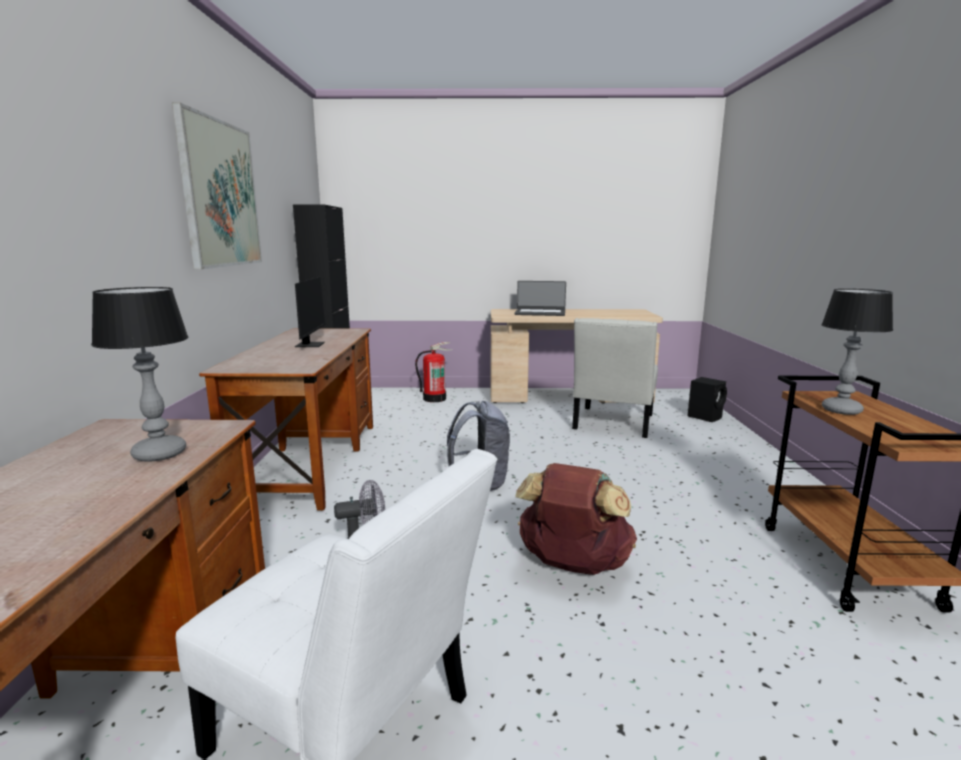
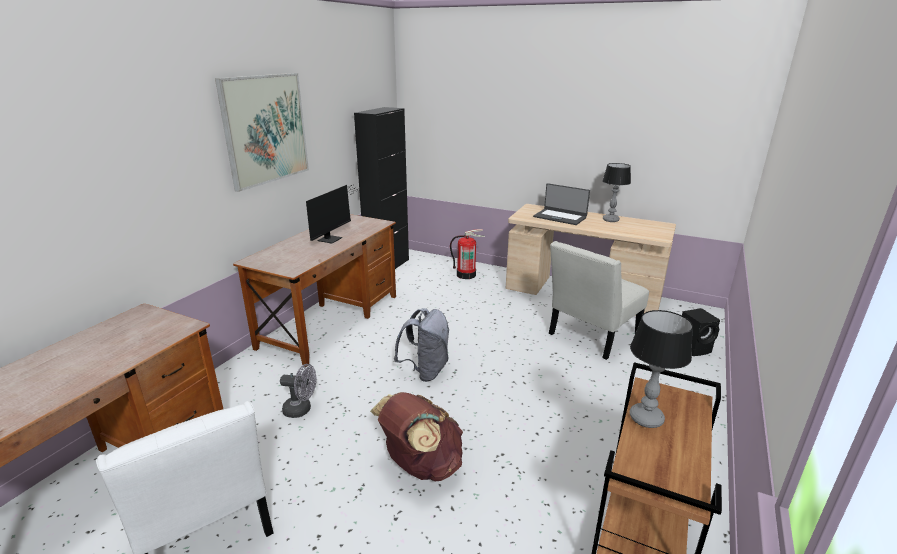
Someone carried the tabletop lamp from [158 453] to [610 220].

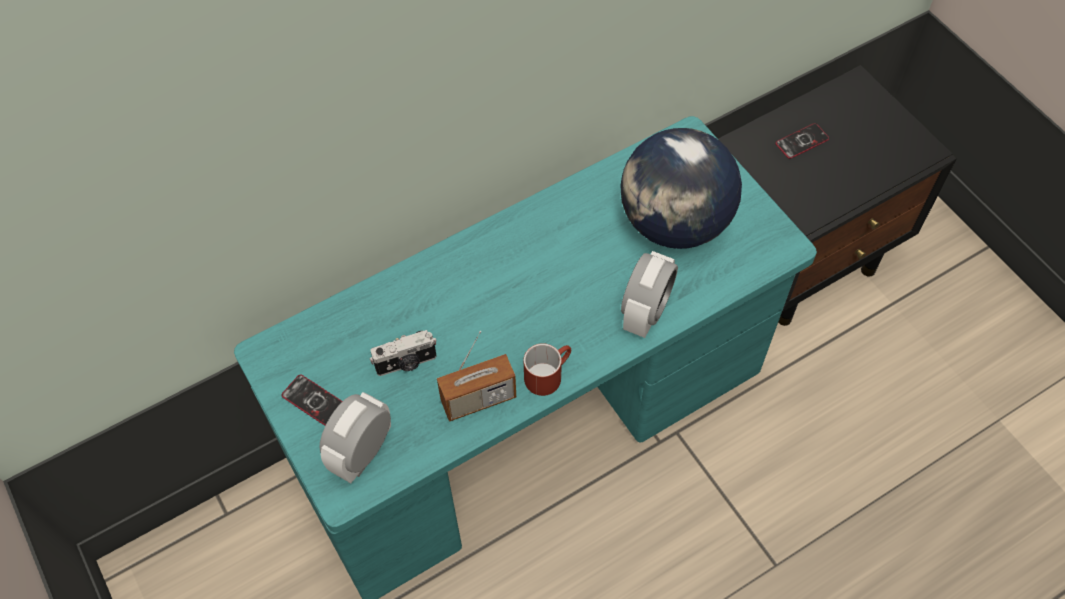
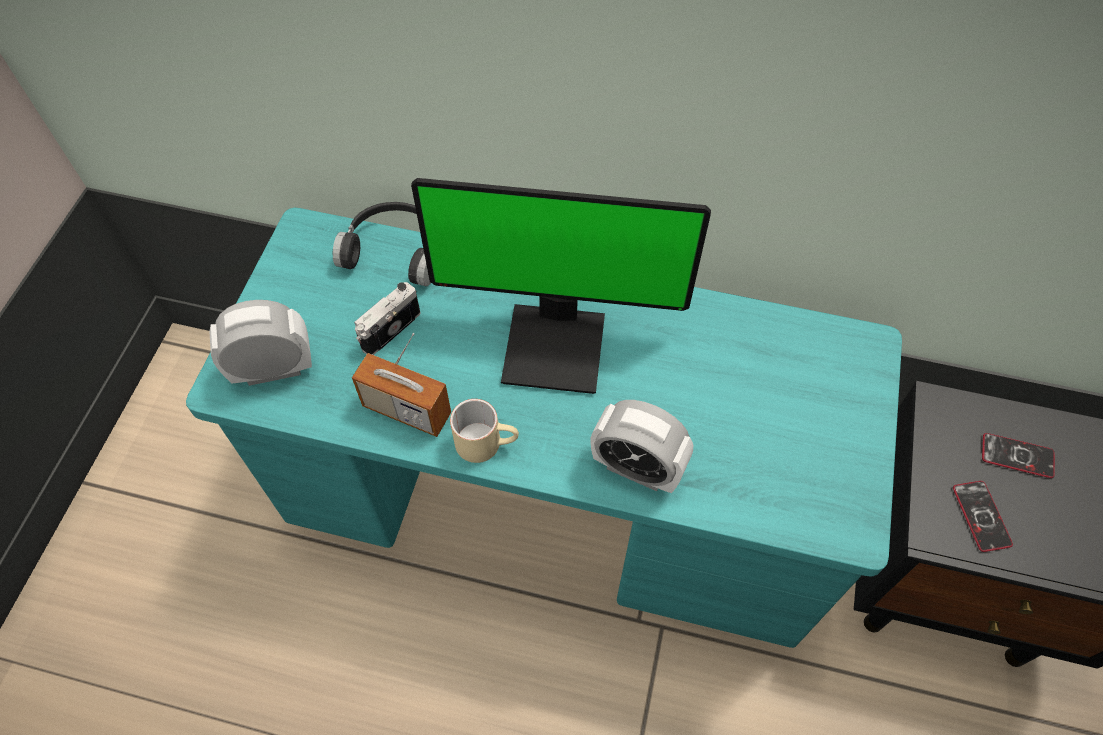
Someone took away the globe at [673 223].
Someone rotated the bedside clock at [645 312] by 45 degrees clockwise.
Someone rotated the photo camera at [406 363] by 105 degrees clockwise.
Someone repainted the coffee mug (red-coloured) at [547 374], which became the coffee mug (sand-coloured) at [487 442].
Someone carried the telephone from [314 401] to [981 516].
Someone put down the computer display at [556 344].
Someone put down the headphones (black) at [396 250].

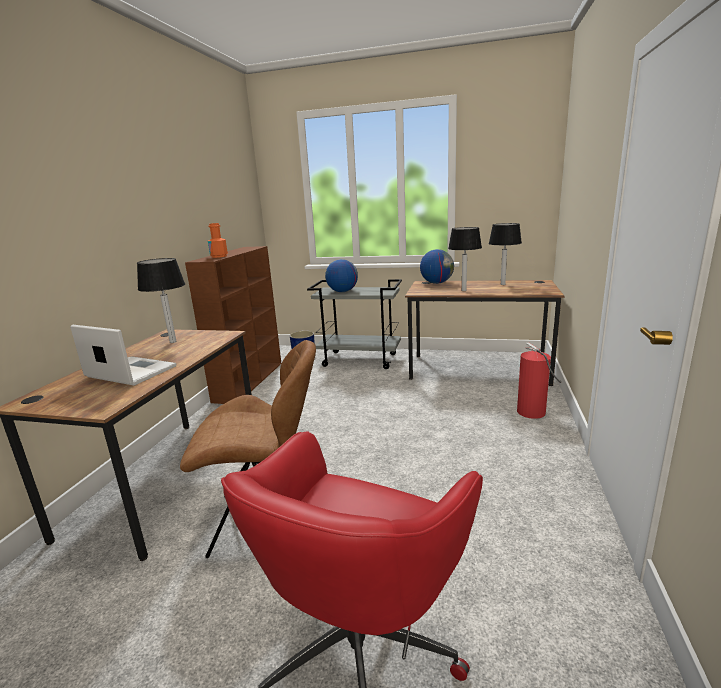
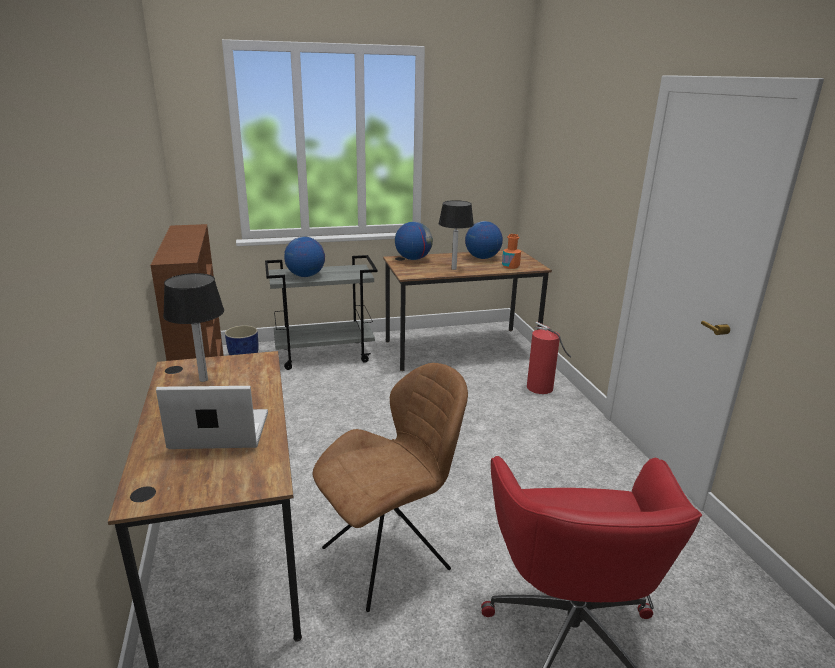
Someone carried the drink bottle (orange) from [219 256] to [510 266].
Someone swapped the tabletop lamp at [502 284] for the globe at [482 258].

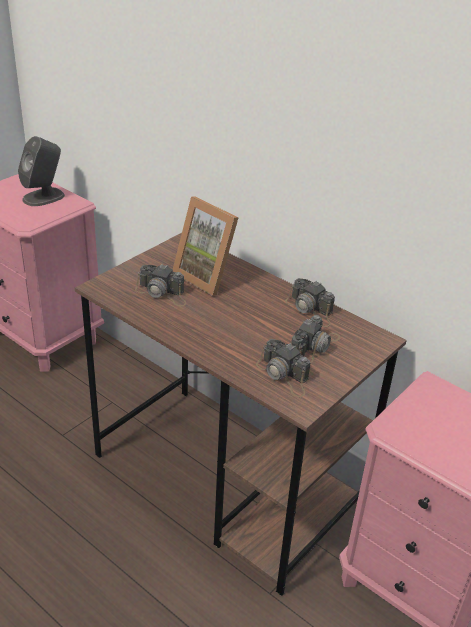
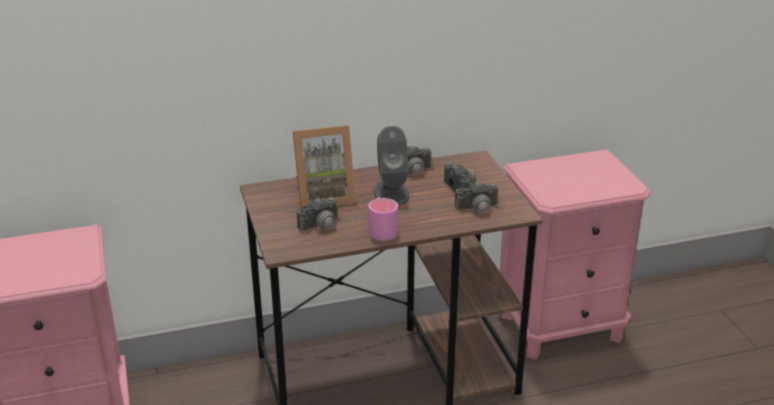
Someone carried the loudspeaker (greyish) from [44 197] to [391 193].
Someone put down the coffee mug (pinkish) at [381 228].

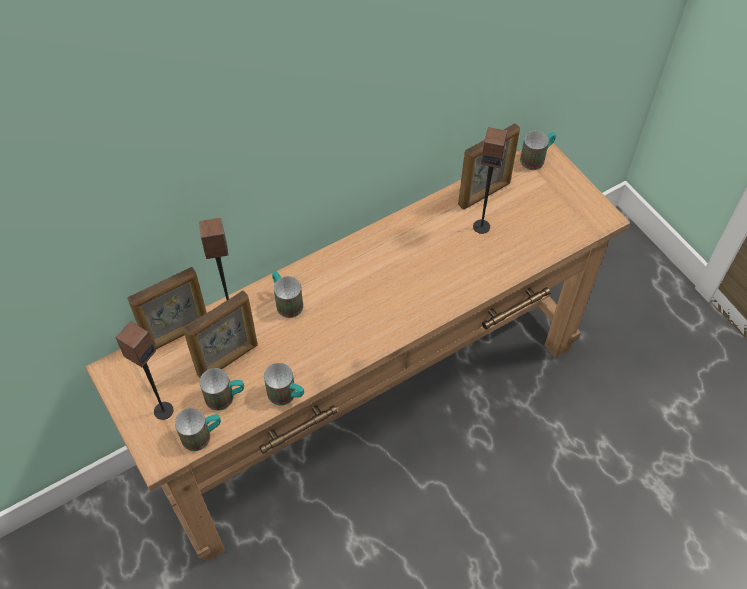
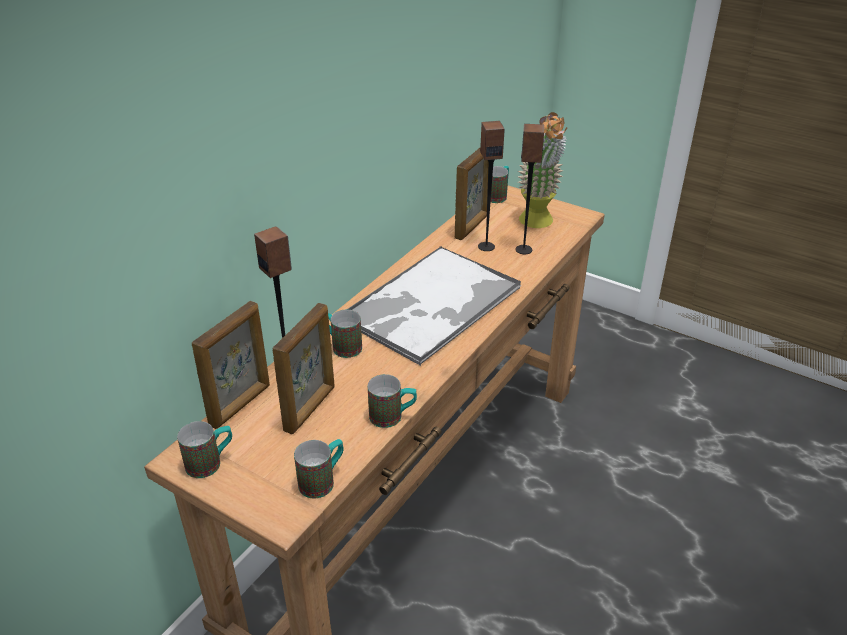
Someone carried the loudspeaker from [163 410] to [523 249].
Someone carried the coffee mug from [226 398] to [211 463].
Someone put down the plant in a pot at [538 224].
Someone put down the tray at [430 305].

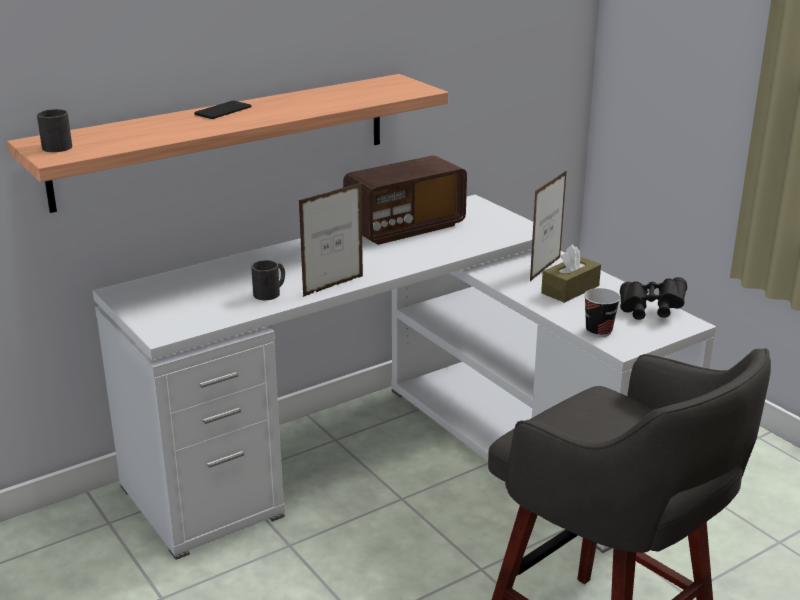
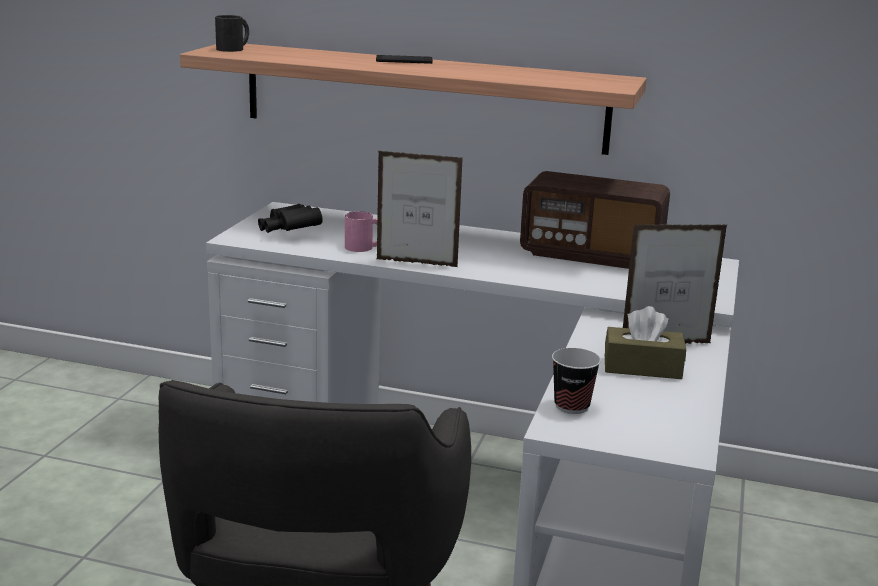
Someone repainted the coffee mug (black) at [271 292], which became the coffee mug (pinkish) at [364 247].
Someone carried the field glasses (black) from [650 311] to [289 232].

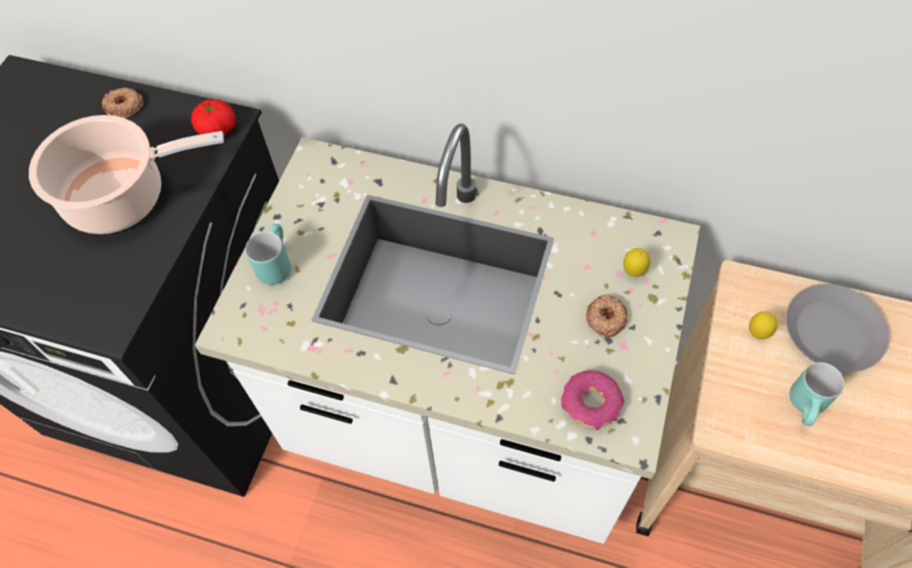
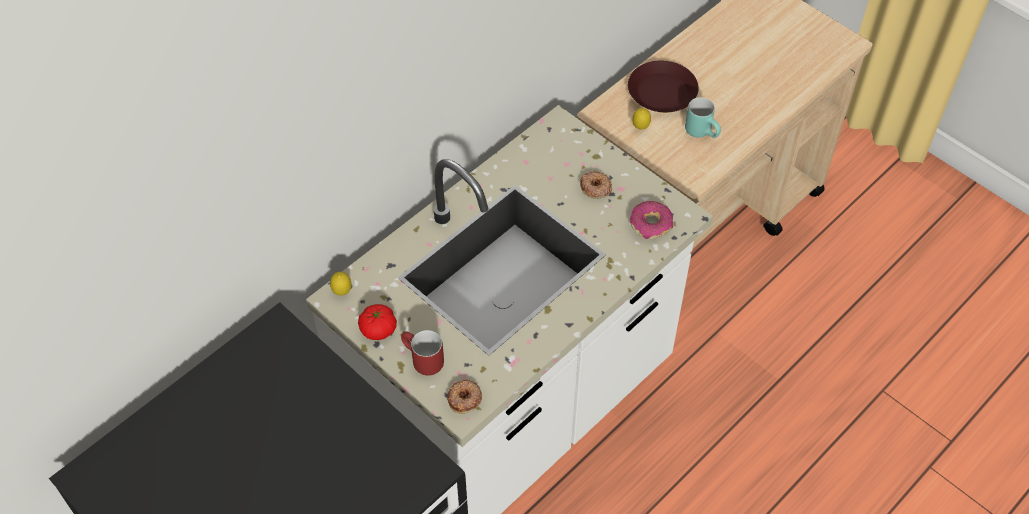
Someone carried the donut from [124 106] to [465 398].
Someone carried the whole tomato from [217 129] to [378 329].
Someone took away the saucepot at [123 197].
Someone repainted the coffee mug (turquoise-coloured) at [274 263], which became the coffee mug (red-coloured) at [421 361].
Someone carried the whole lemon from [633 272] to [342 292].
Someone repainted the dinner plate (greyish) at [830 332], which became the dinner plate (brown) at [661 93].

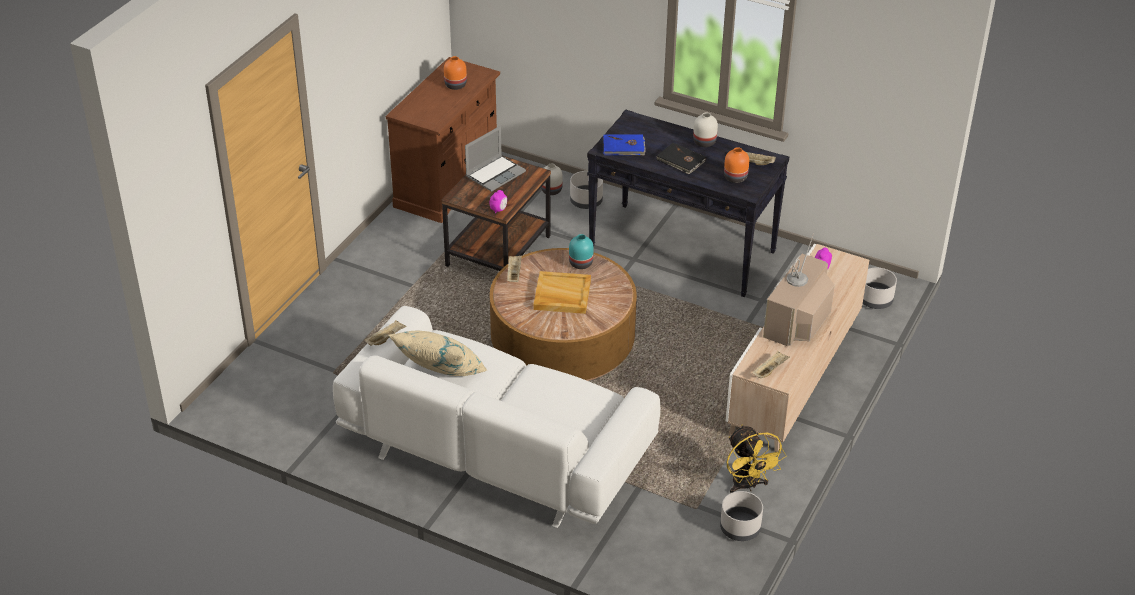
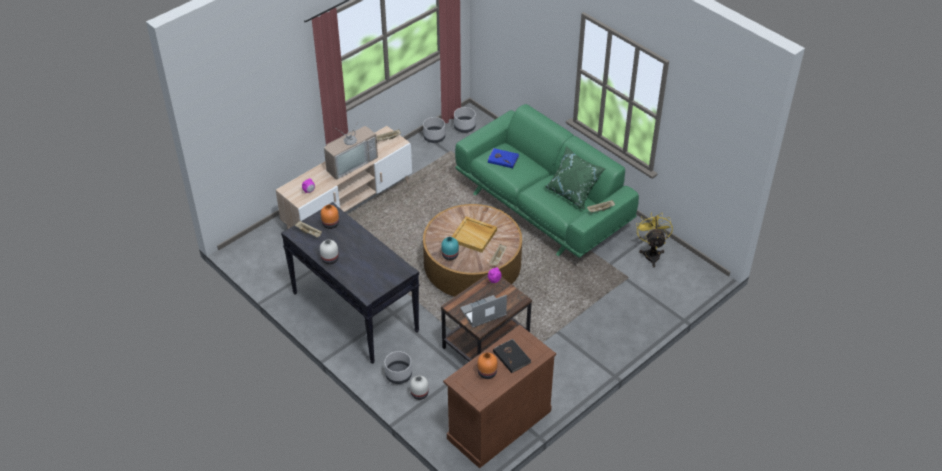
Someone carried the book (blue) from [624 147] to [503 159].
Someone carried the book (black) from [681 161] to [512 356].
Someone carried the planter (greyish) from [875 300] to [465 127].
Someone repainted the settee (white-coloured) at [496 450], which became the settee (green) at [543 206].
Someone repainted the pillow (sand-coloured) at [439 376], which became the pillow (green) at [573 193].
Someone carried the electric fan (yellow) from [747 486] to [651 253].

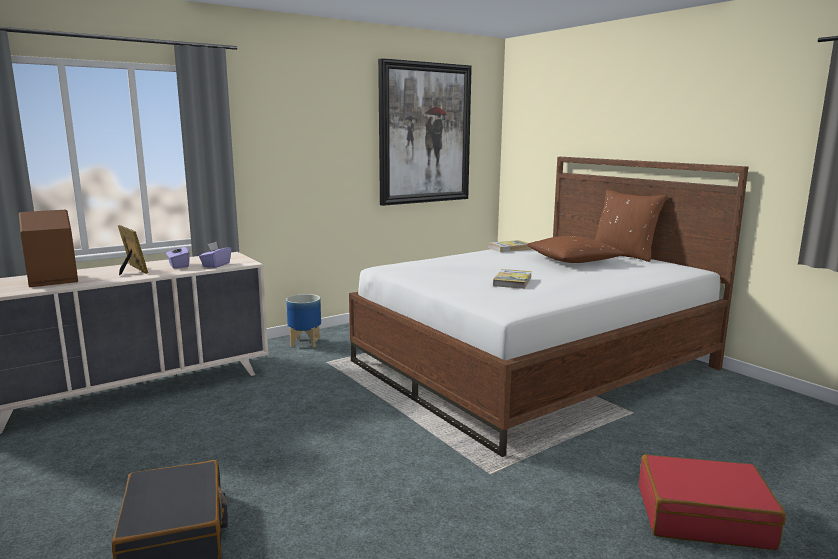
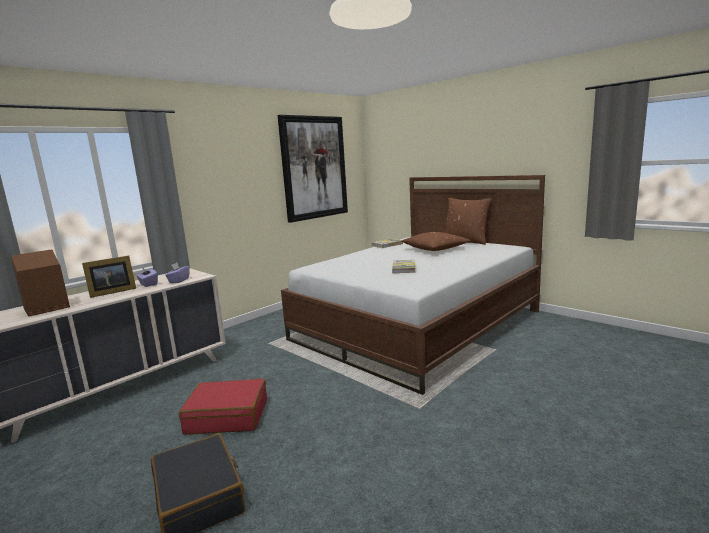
Someone rotated the standing frame at [132 270] by 105 degrees clockwise.
Someone took away the planter at [305 342].
Someone carried the suitcase (red-coloured) from [703 516] to [227 416].

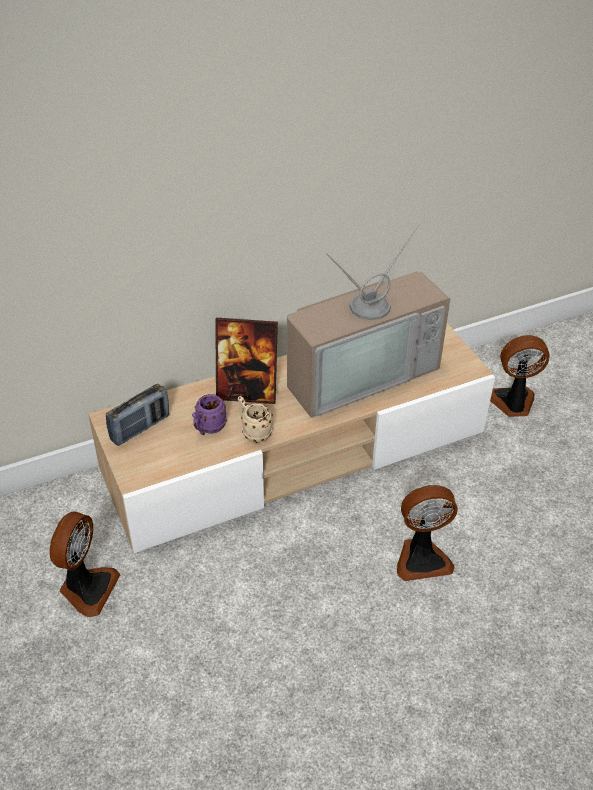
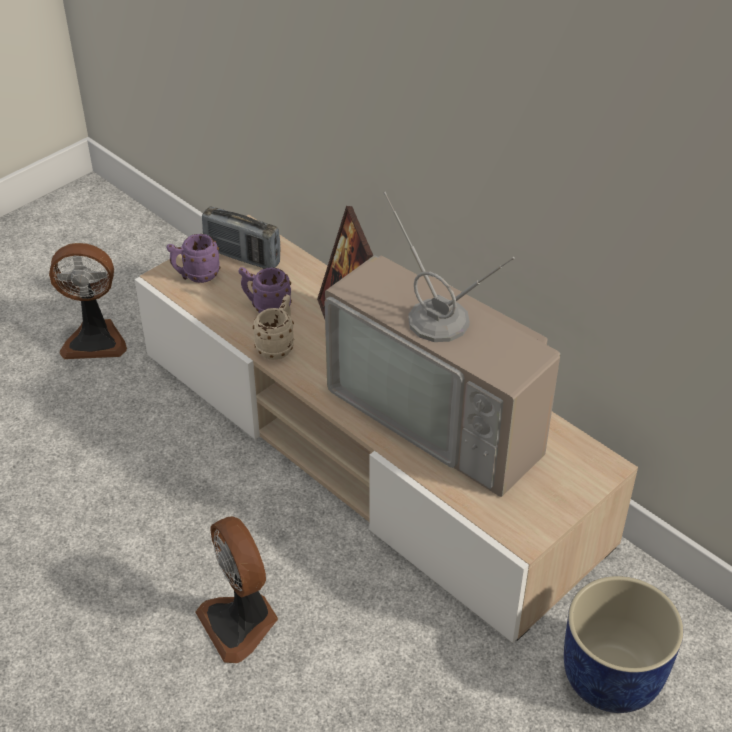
Someone swapped the electric fan at [512 403] for the planter (blue) at [610 675].
Someone put down the coffee mug (purplish) at [196 276].

